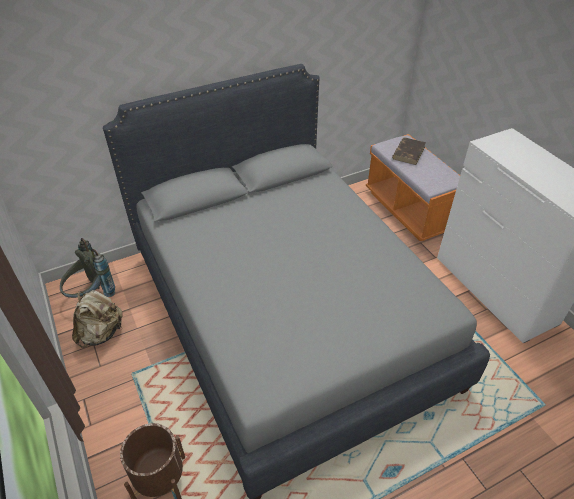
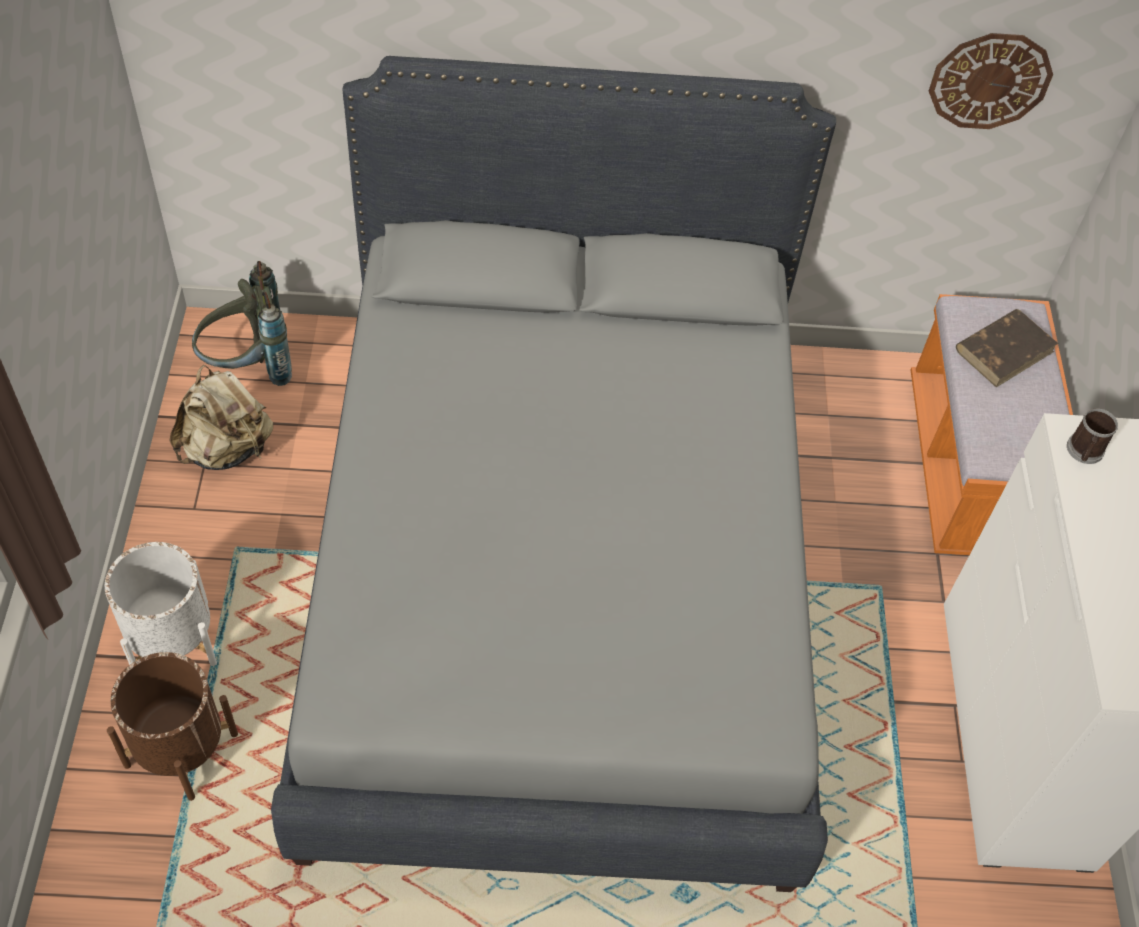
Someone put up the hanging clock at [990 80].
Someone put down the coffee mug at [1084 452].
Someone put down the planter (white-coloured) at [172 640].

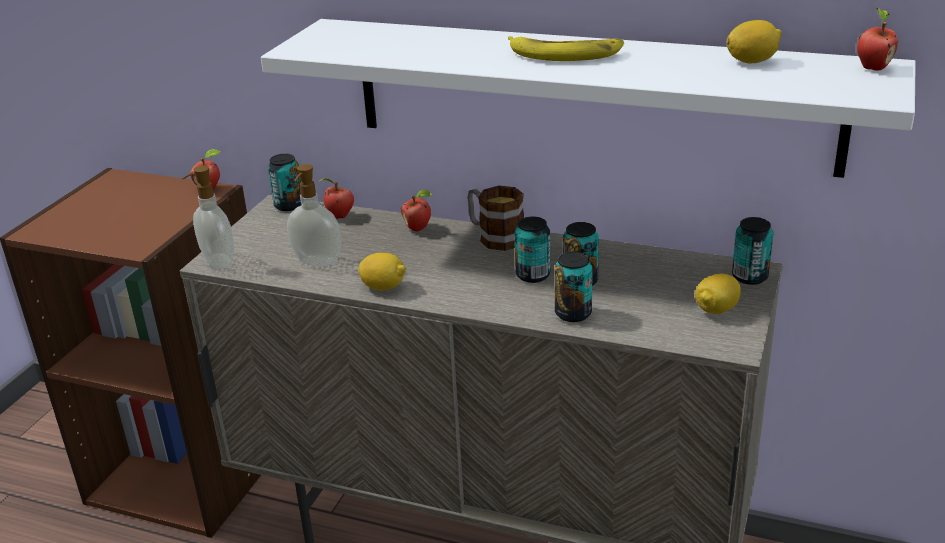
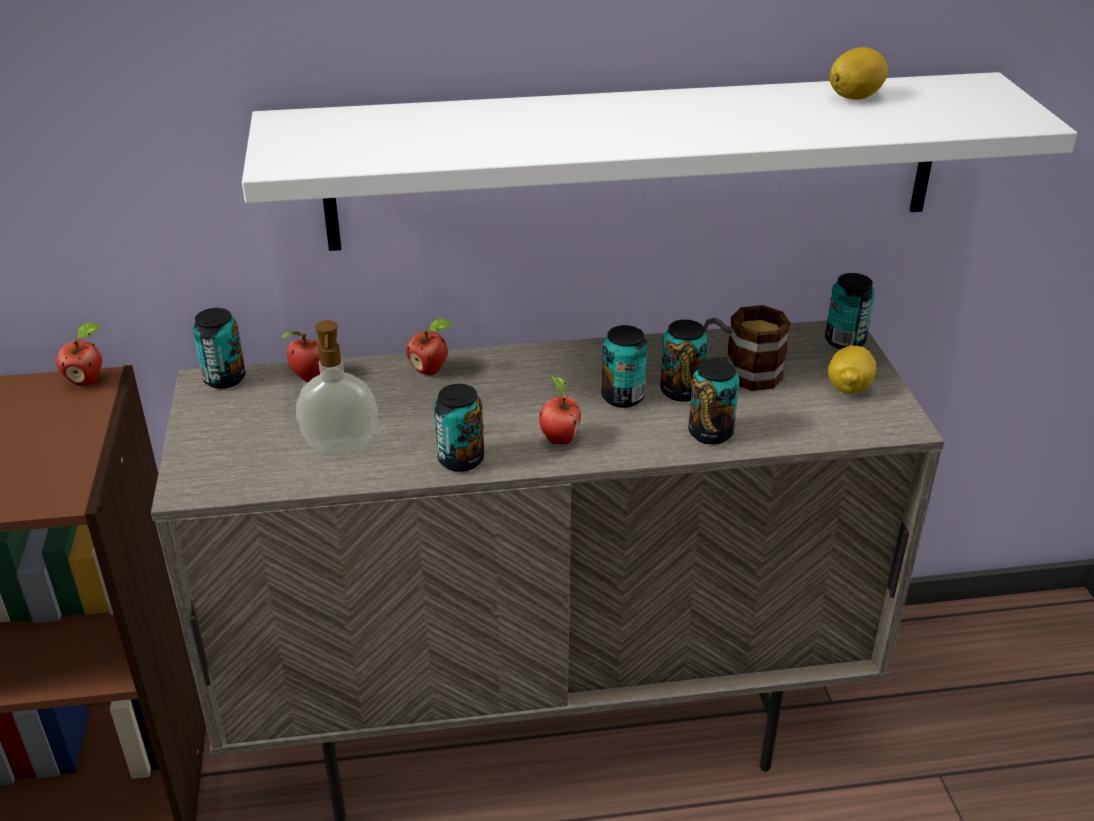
Someone carried the whole apple from [872 67] to [558 439].
Someone took away the banana at [565 54].
Someone took away the liquid soap bottle at [217 262].
Someone carried the coffee mug from [494 237] to [740 373].
Someone swapped the whole lemon at [383 287] for the sealed can at [461 459].

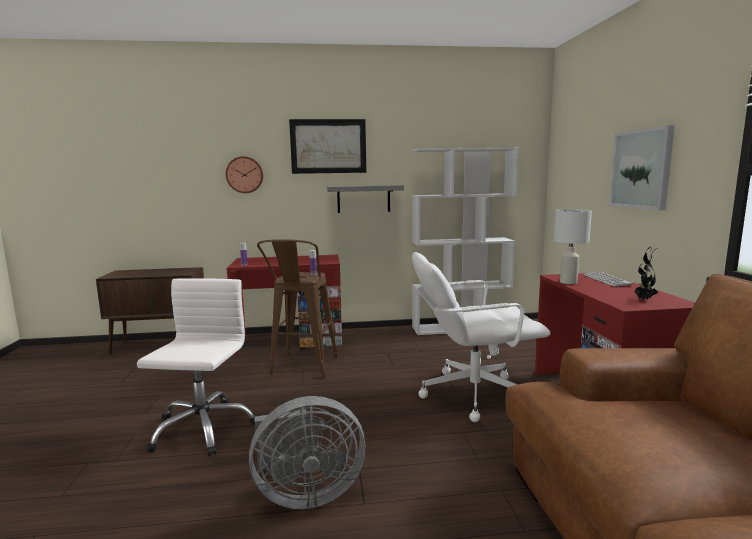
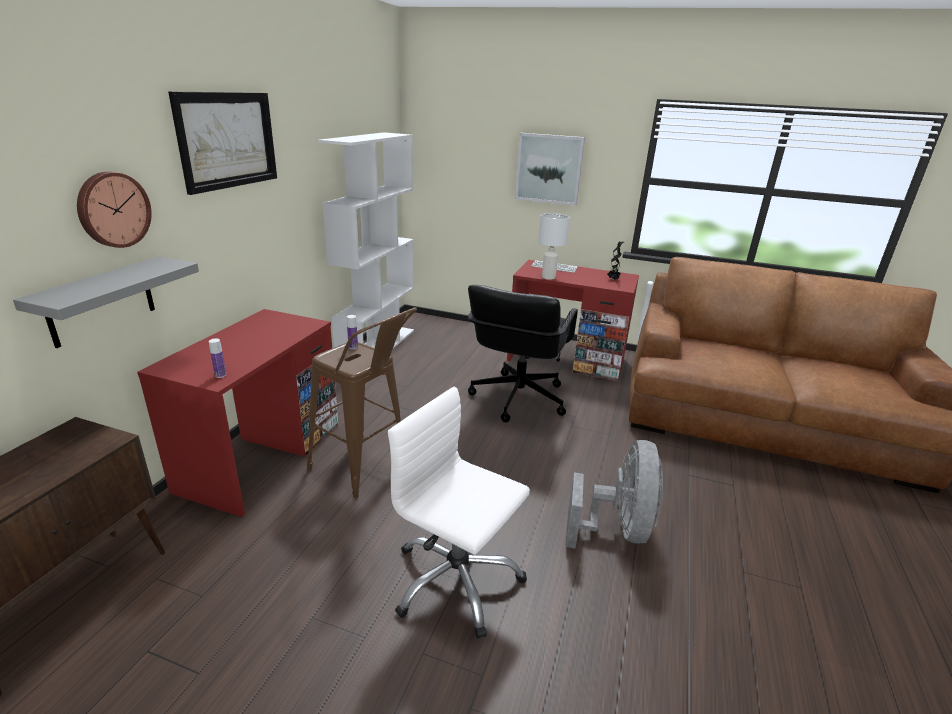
Someone carried the shelf (greyish) from [363 199] to [101 301].
Someone repainted the computer chair (white-coloured) at [472 394], which became the computer chair (black) at [517 398].

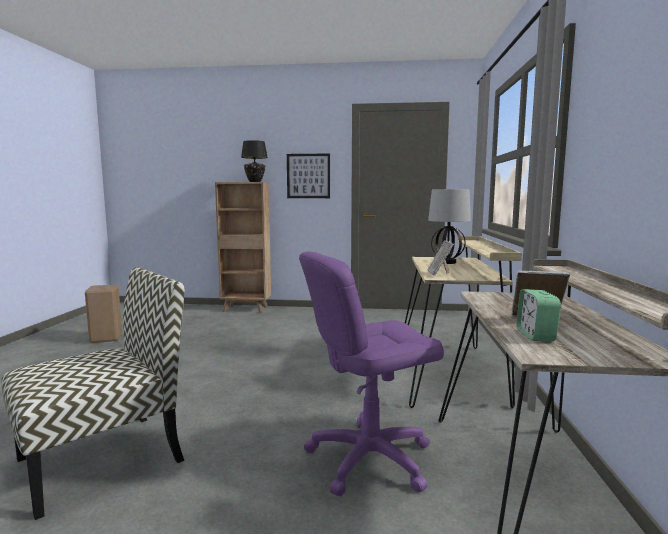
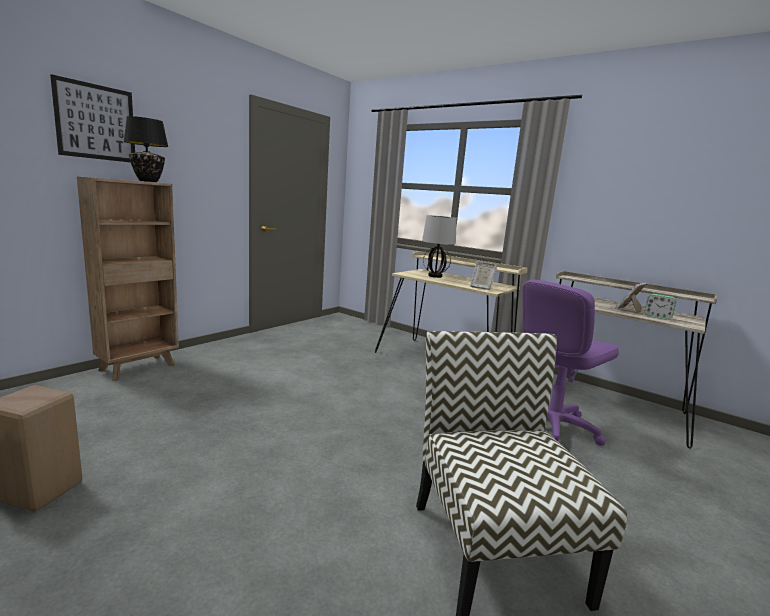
Someone carried the wall picture from [308 176] to [96 122].
Someone rotated the computer chair (purplish) at [369 458] by 45 degrees clockwise.

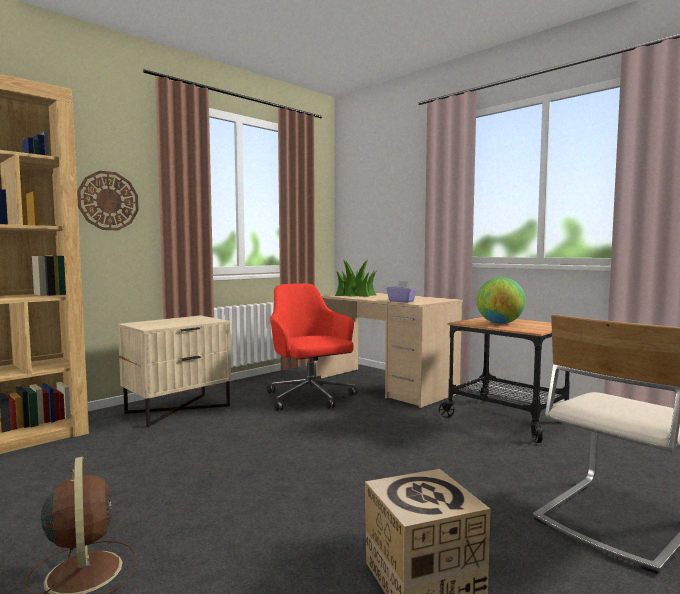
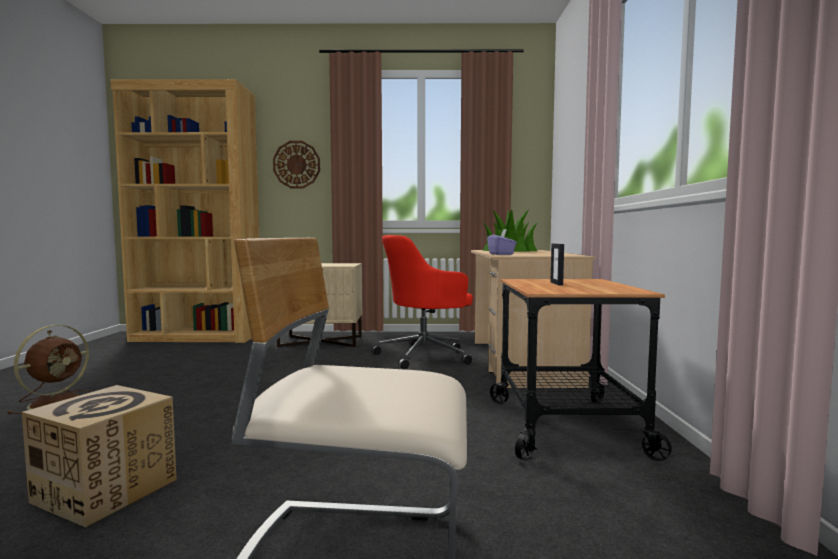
Someone swapped the globe at [500 323] for the standing frame at [556 283].
Someone rotated the computer chair (red-coloured) at [310 398] by 135 degrees counterclockwise.

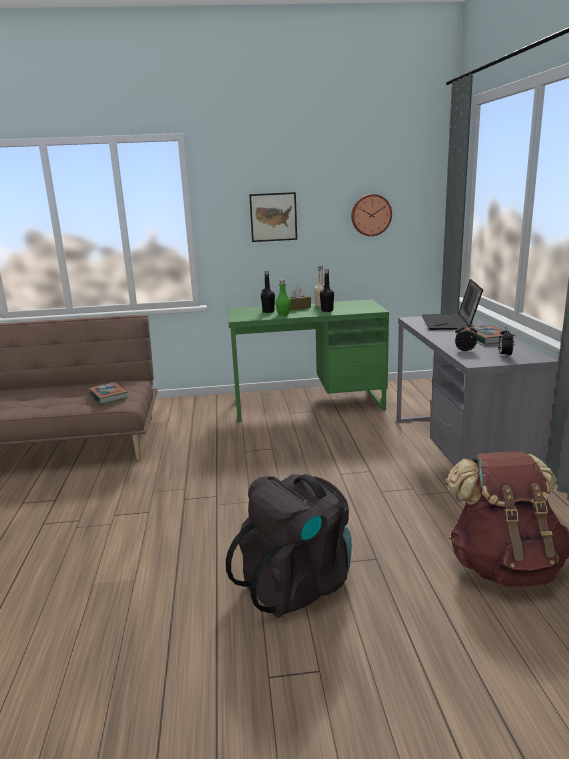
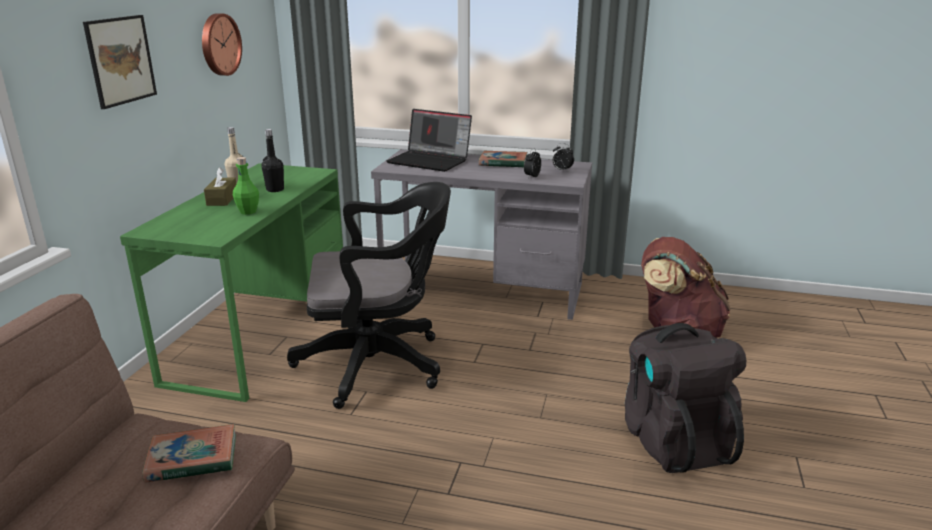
Someone took away the drink bottle (black) at [268 311].
Someone put down the computer chair (black) at [379 364].

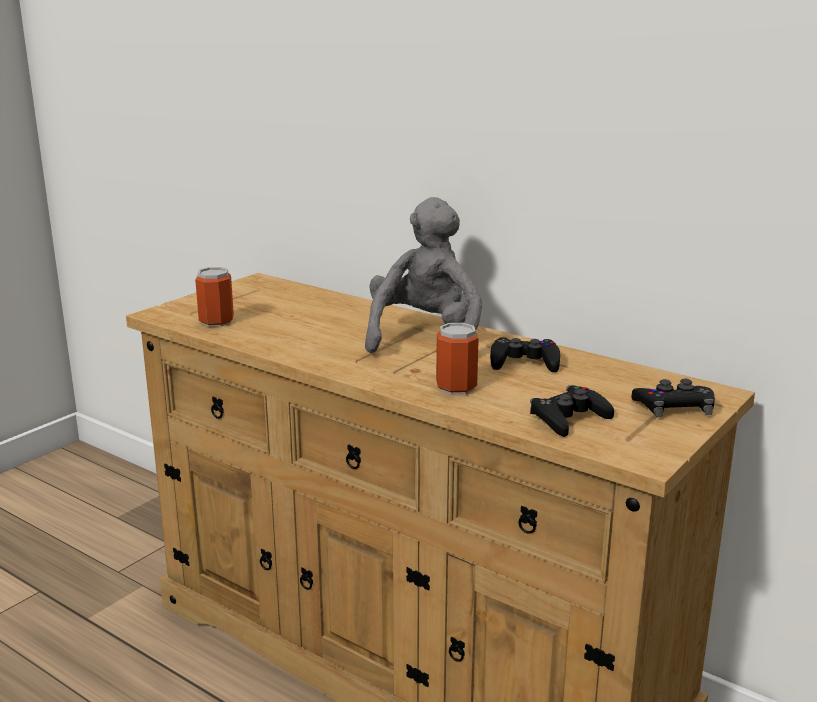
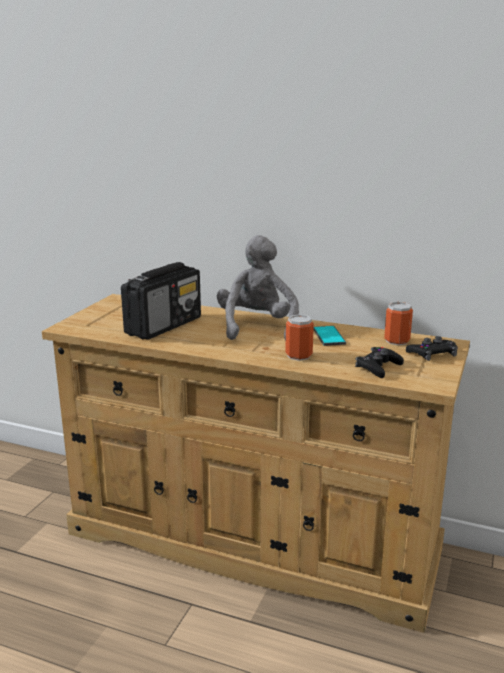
Someone carried the sealed can from [216 321] to [397 341].
Someone swapped the game controller (black) at [524 362] for the telephone at [329 336].
Someone put down the radio at [164 326].

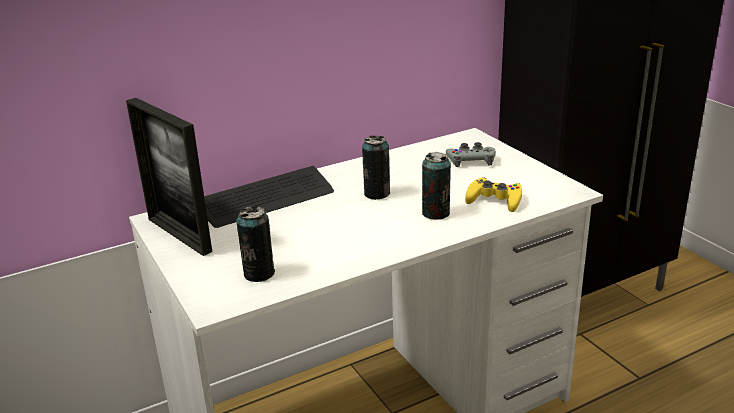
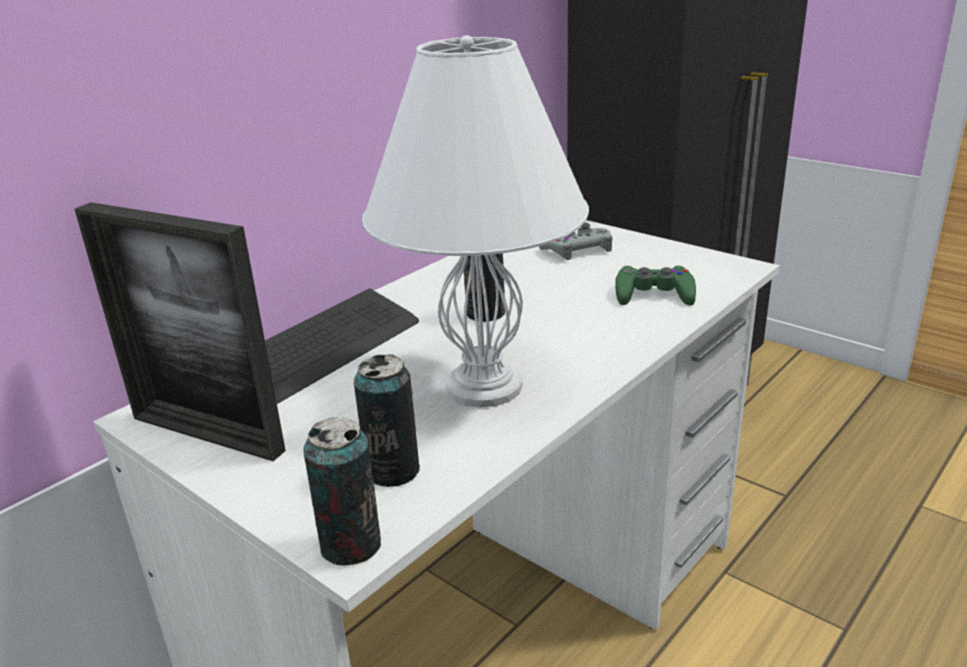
Someone carried the sealed can from [435 213] to [351 545].
Someone repainted the game controller (yellow) at [494 200], which became the game controller (green) at [654 294].
Someone put down the tabletop lamp (white-coloured) at [483 387].

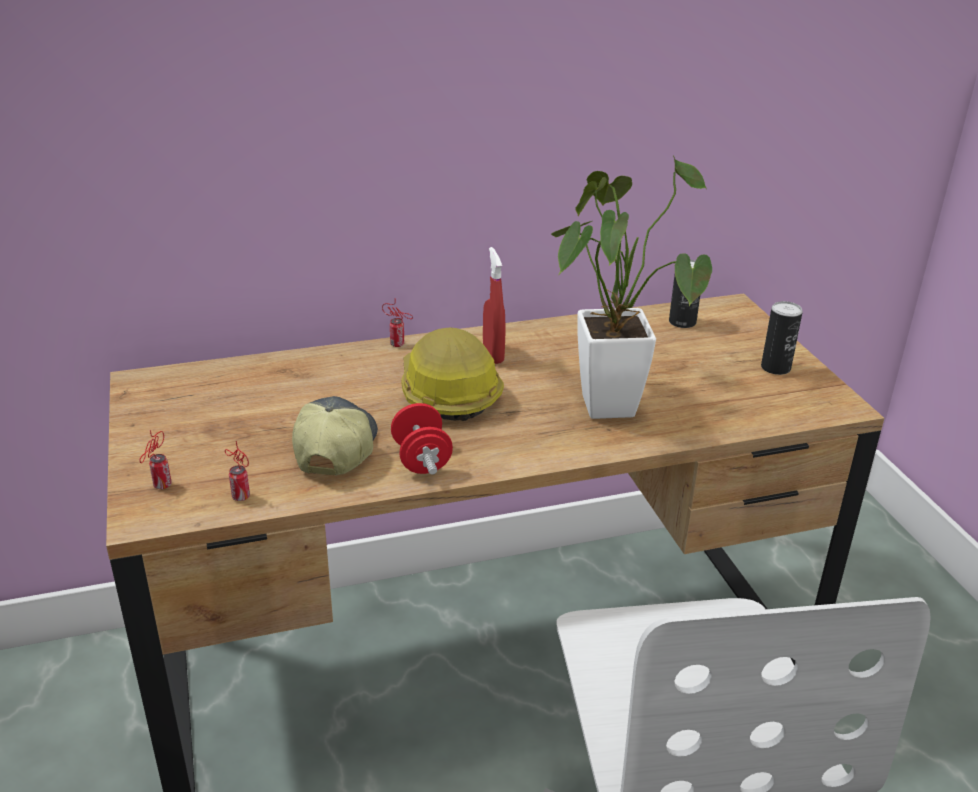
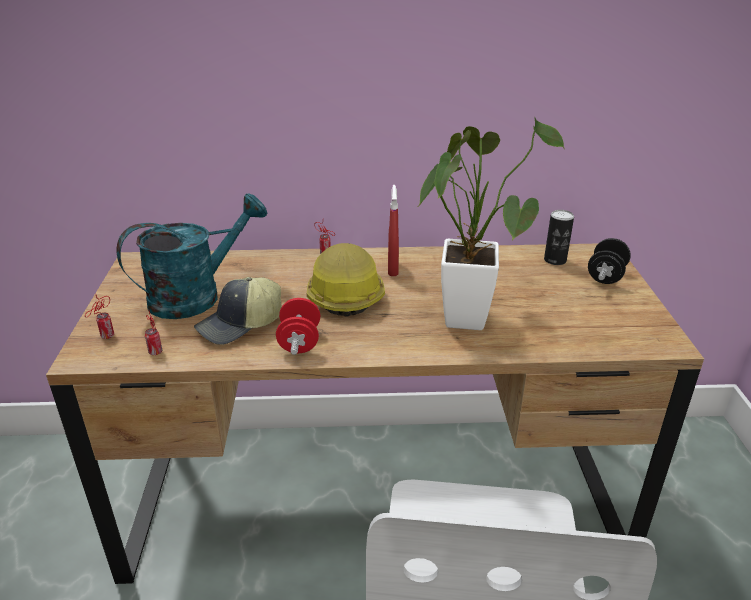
Someone took away the sealed can at [775 368].
Someone rotated the peaked cap at [334 448] by 150 degrees counterclockwise.
Someone put down the watering pot (turquoise-coloured) at [197 295].
Someone put down the dumbbell (black) at [606 276].

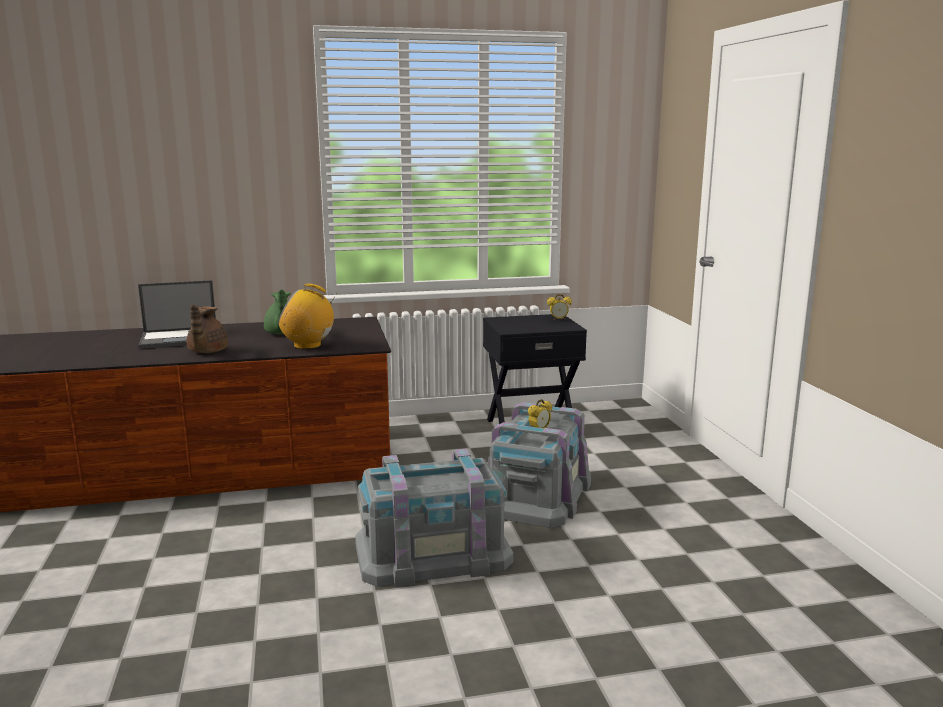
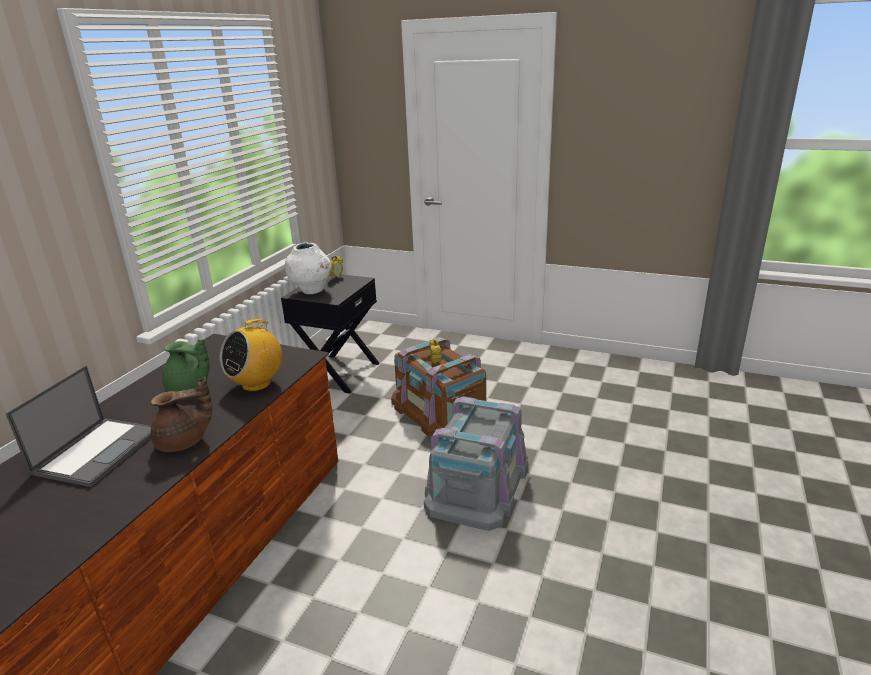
Someone rotated the pot for tea (brown) at [206 351] by 60 degrees counterclockwise.
Someone repainted the storage bin (greyish) at [536 493], which became the storage bin (brown) at [439 410].
Someone put down the decorative vase (white-coloured) at [312 291].

